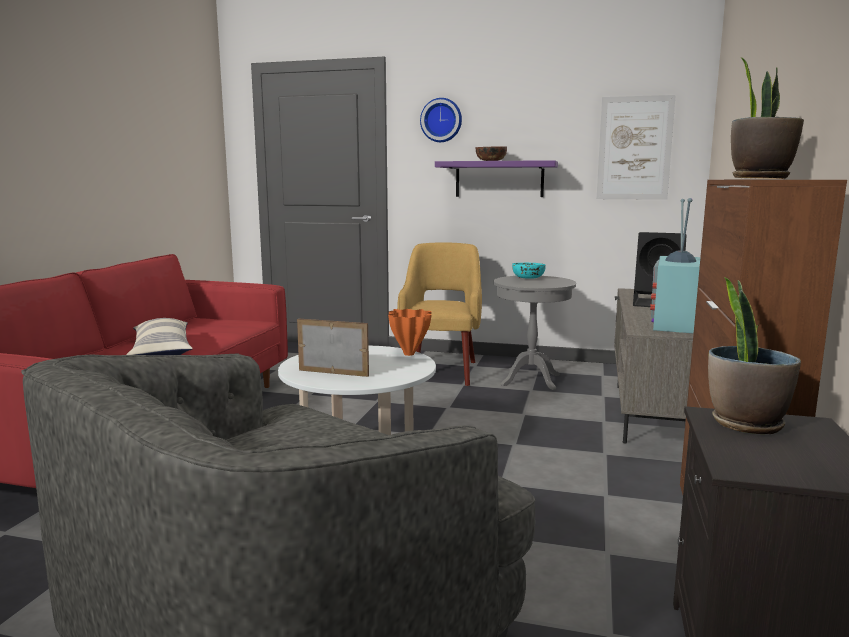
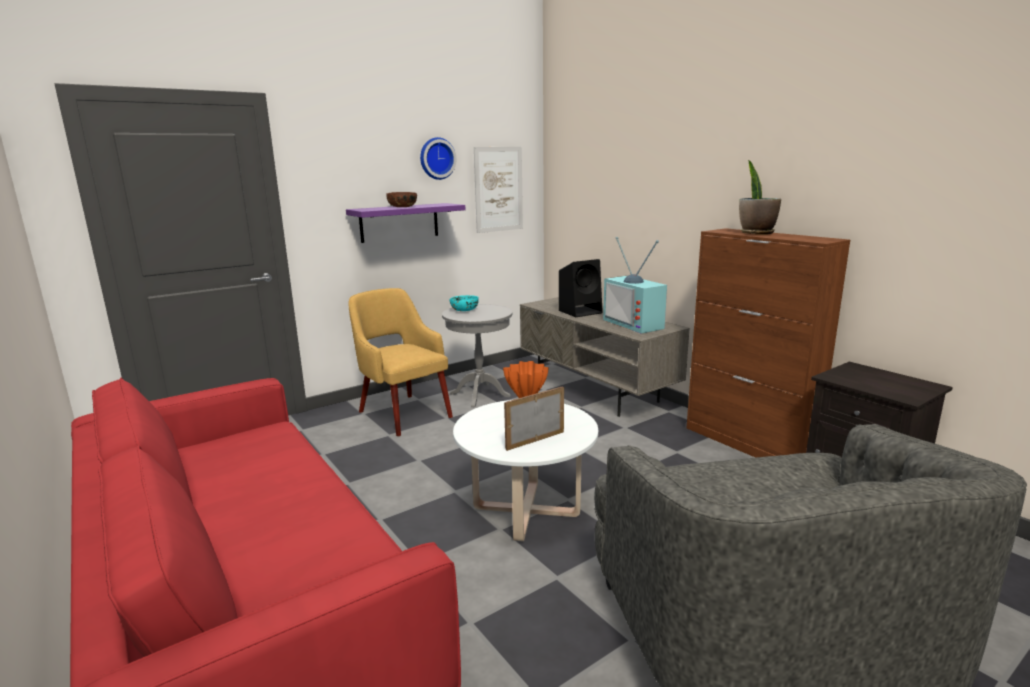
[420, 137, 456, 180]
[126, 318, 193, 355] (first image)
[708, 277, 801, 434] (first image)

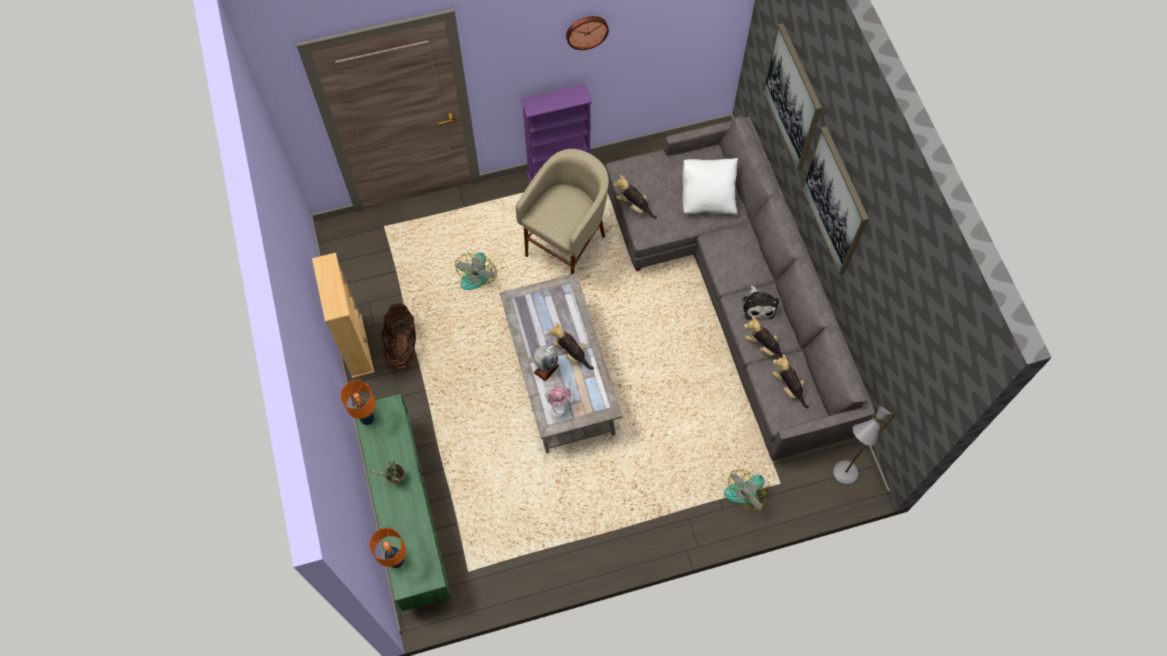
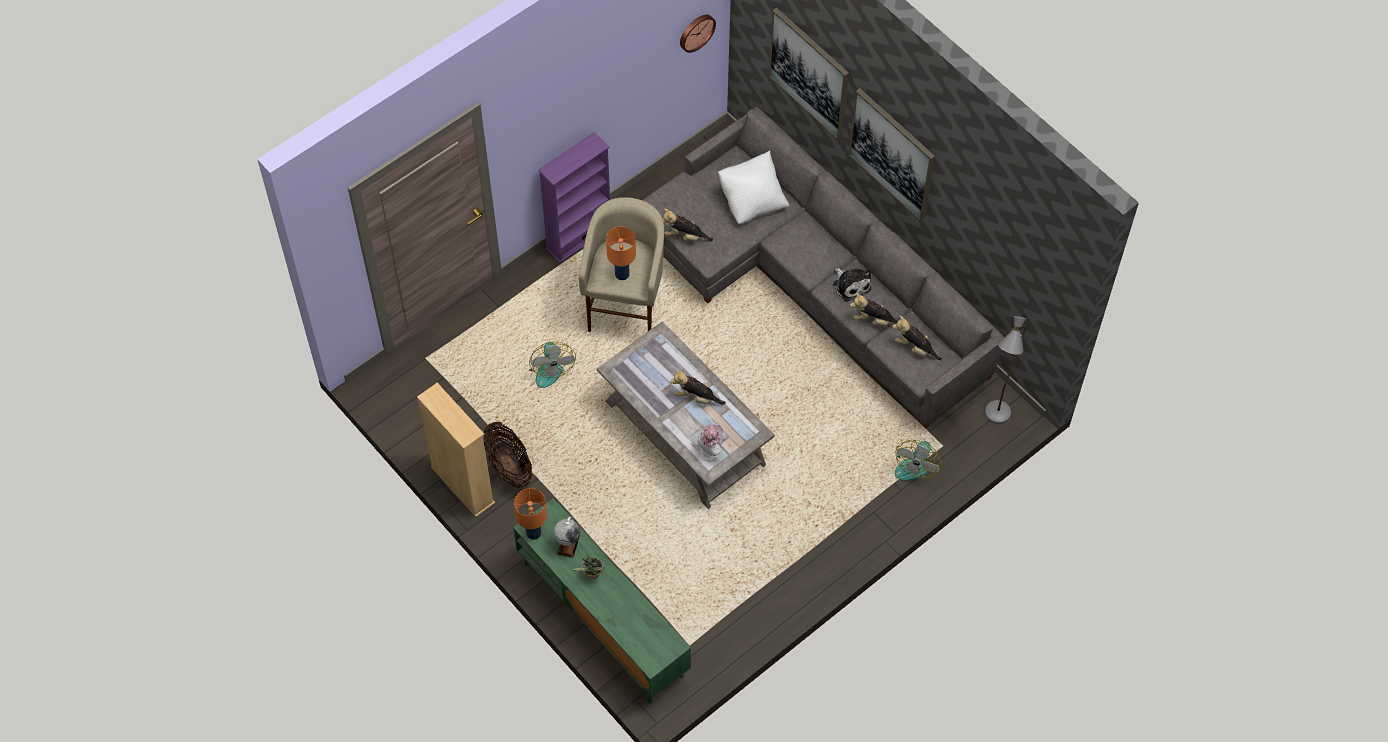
[554, 517, 580, 558]
[606, 227, 636, 280]
[680, 15, 716, 53]

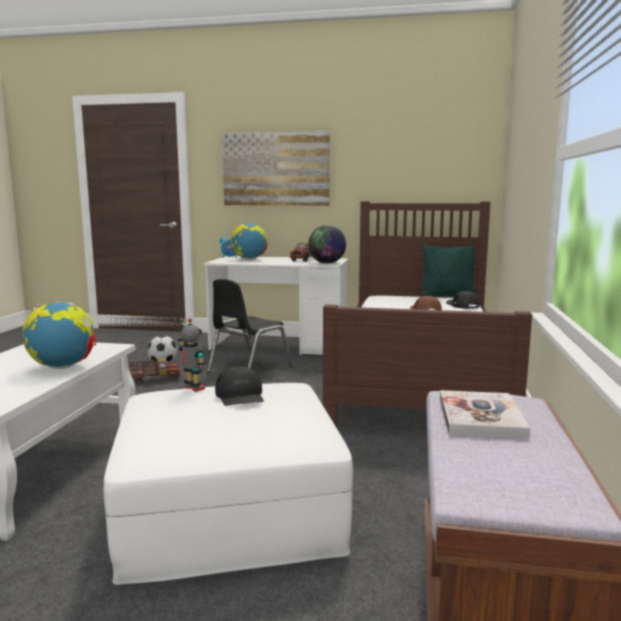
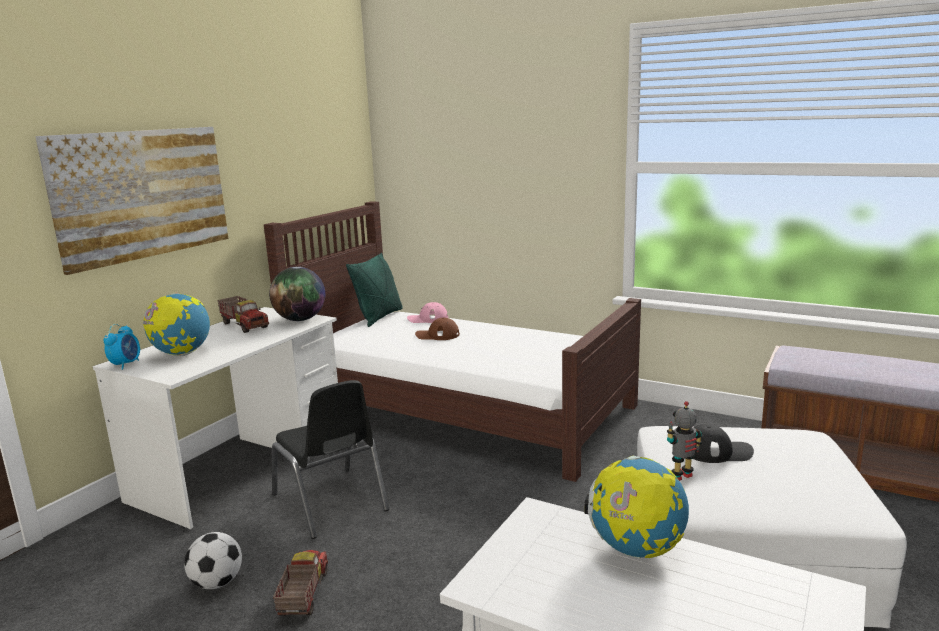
[407, 302, 448, 323]
[440, 390, 531, 438] (first image)

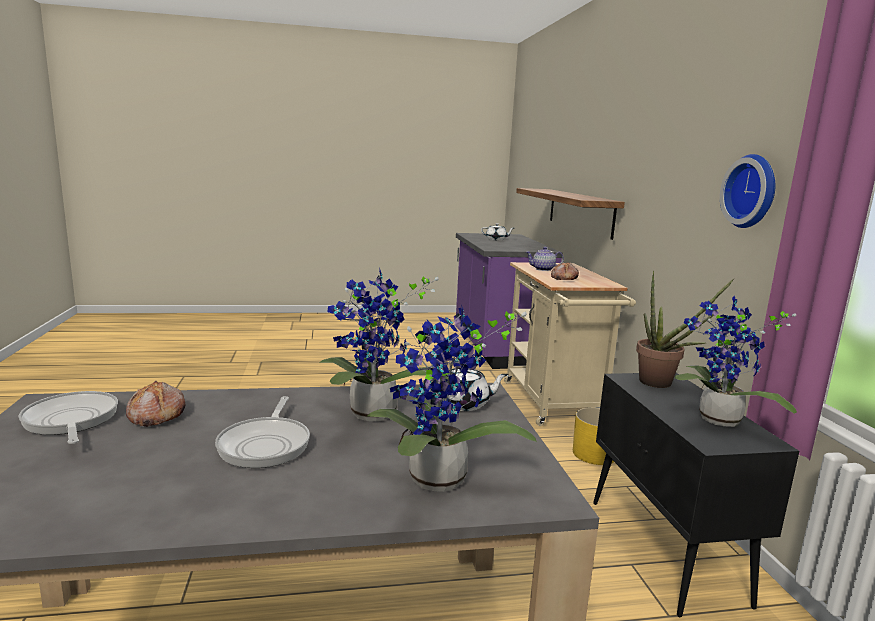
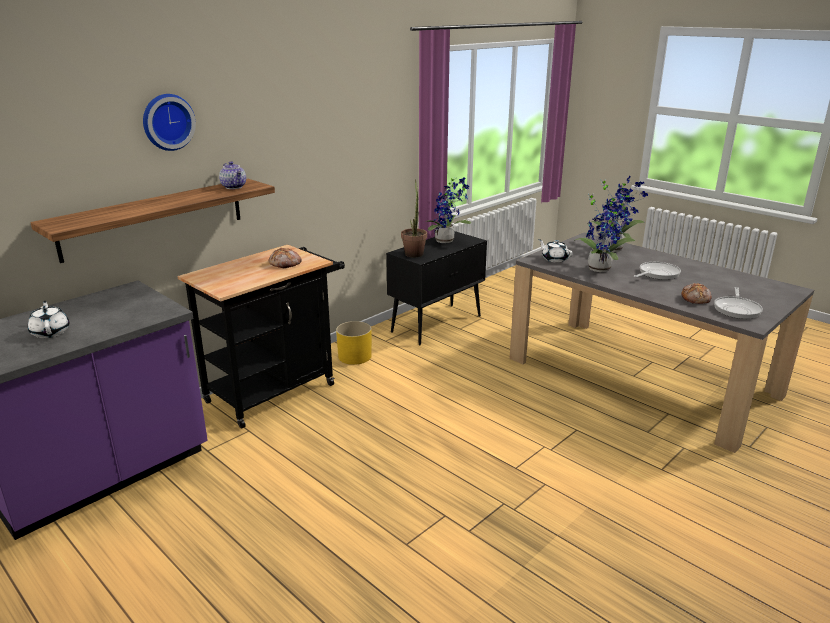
[143, 94, 196, 151]
[177, 245, 345, 428]
[219, 161, 246, 189]

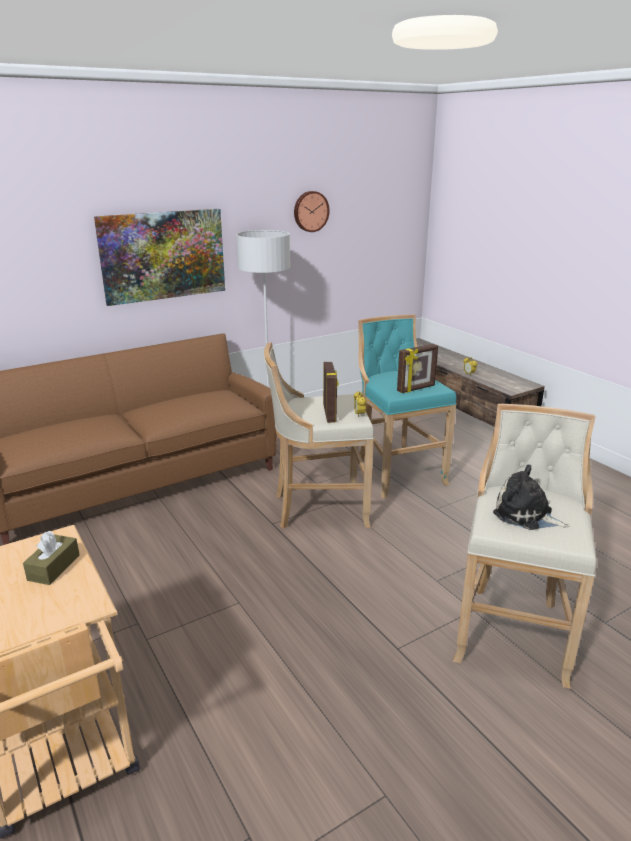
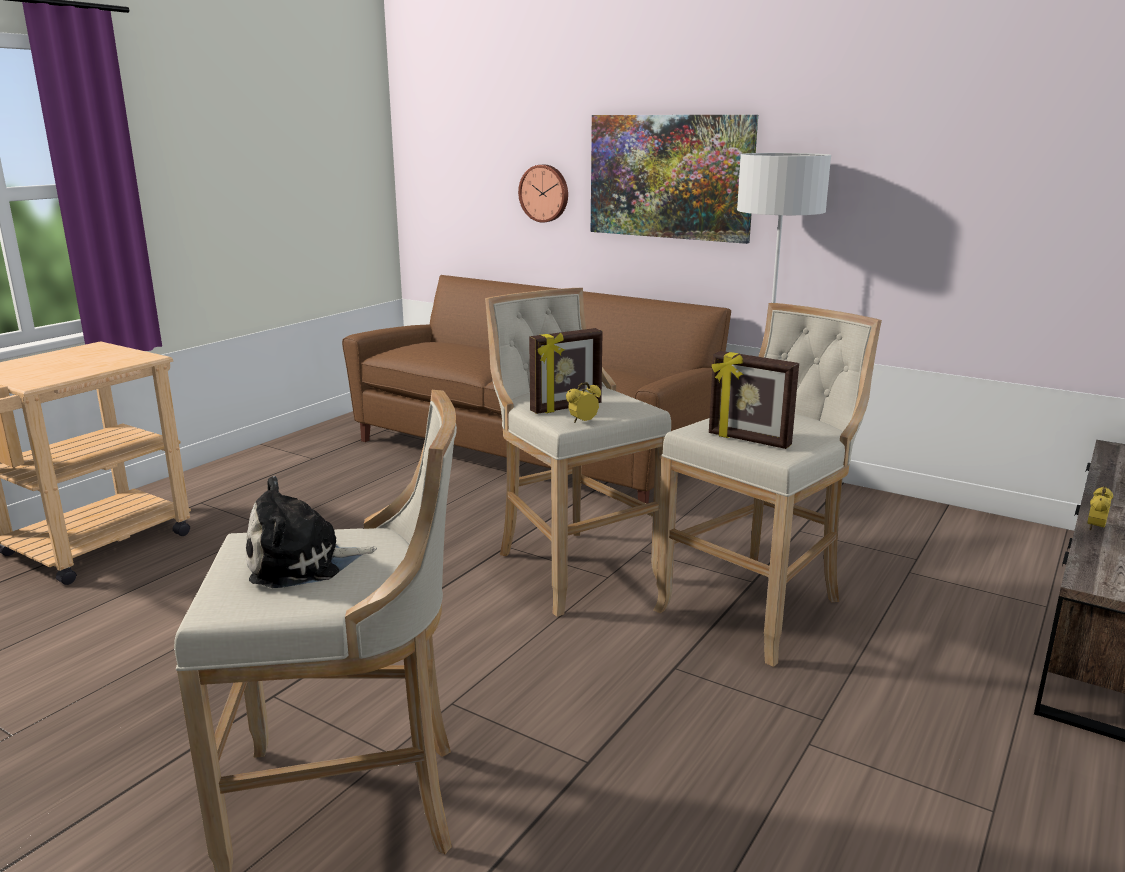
[246, 476, 377, 588]
[518, 164, 568, 223]
[654, 303, 882, 667]
[23, 531, 80, 585] (first image)

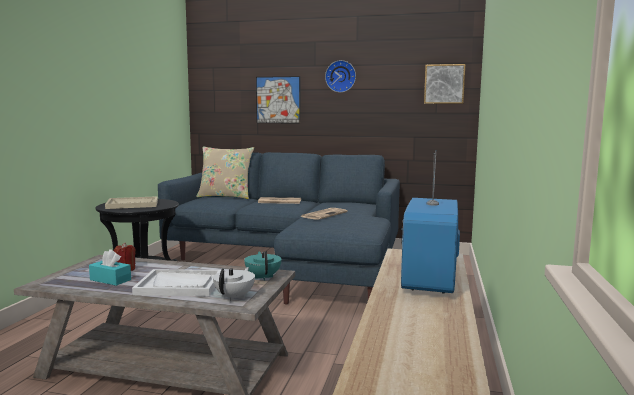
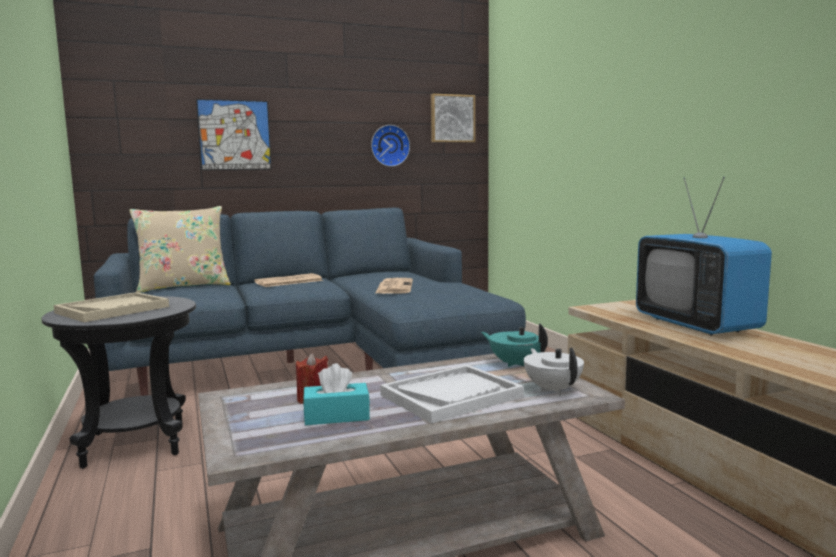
[371, 125, 410, 167]

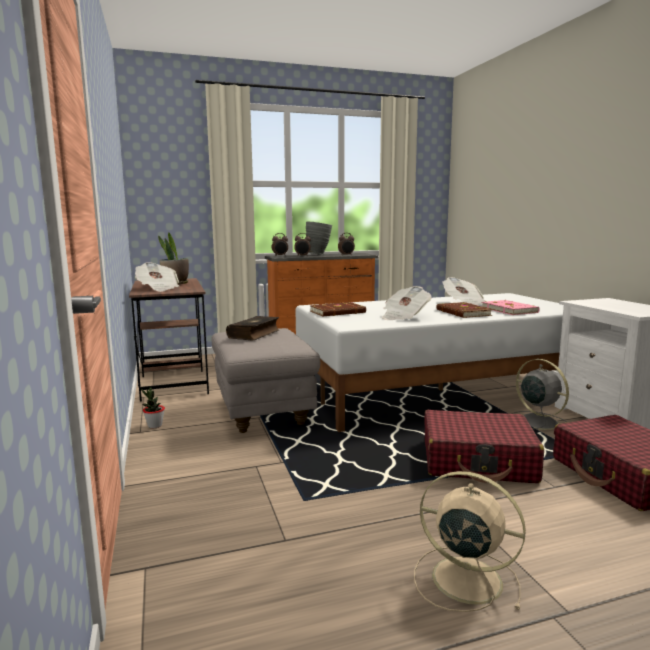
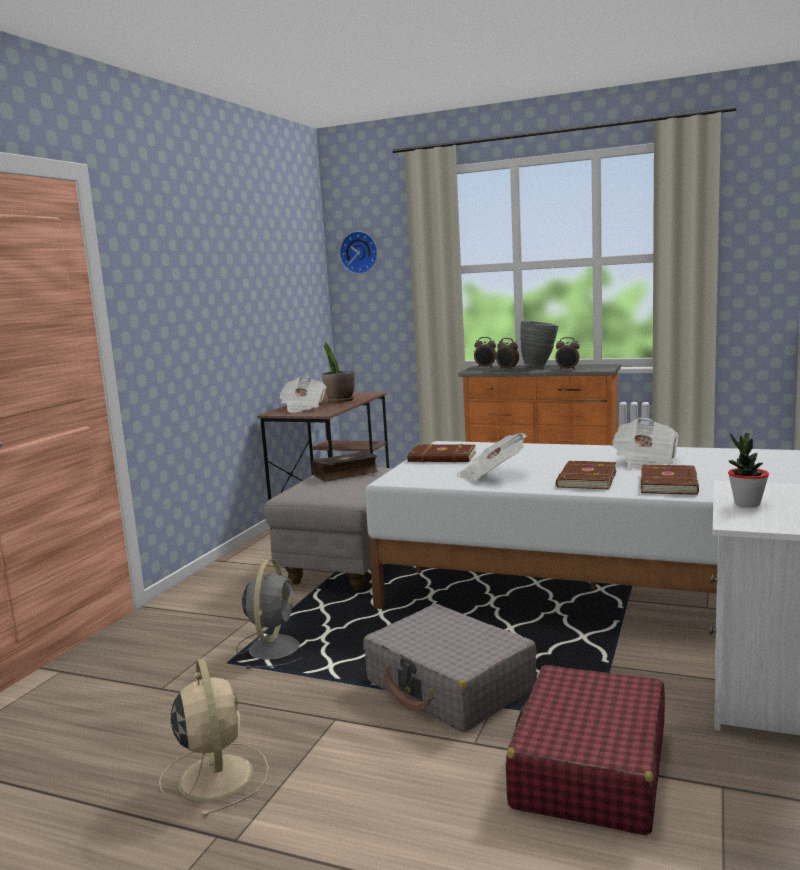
[236, 559, 302, 669]
[339, 231, 378, 274]
[363, 604, 537, 732]
[641, 465, 699, 495]
[728, 433, 769, 507]

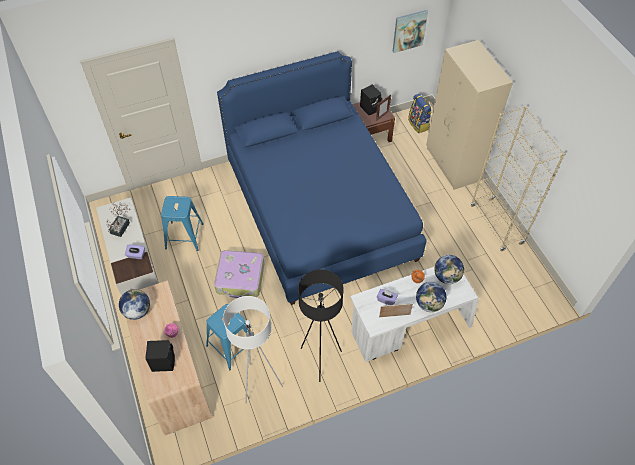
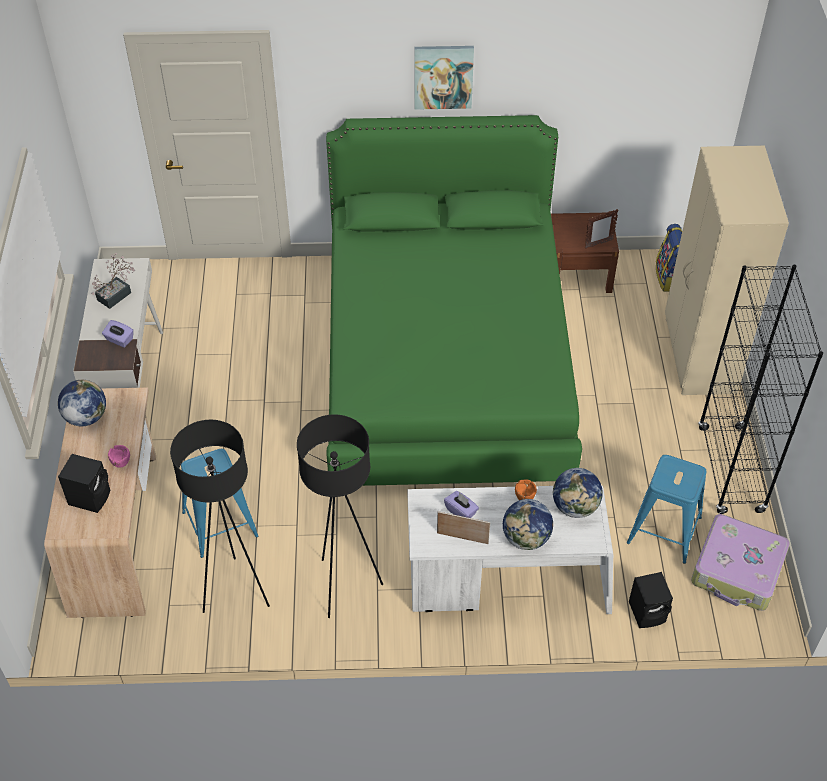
[170, 420, 270, 613]
[326, 115, 582, 486]
[414, 46, 474, 110]
[627, 455, 706, 564]
[629, 572, 673, 628]
[691, 514, 790, 611]
[698, 264, 823, 514]

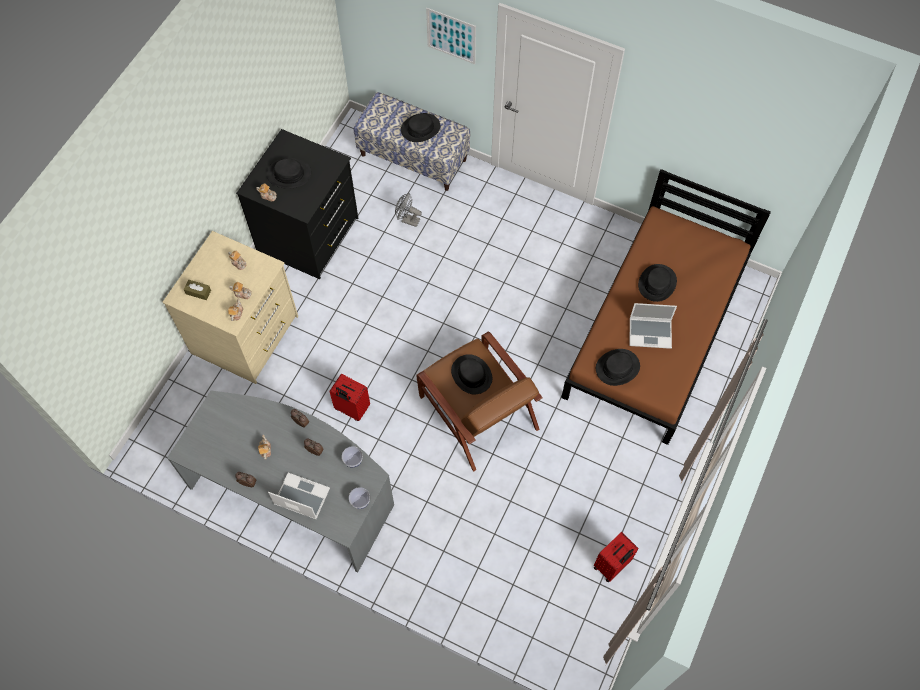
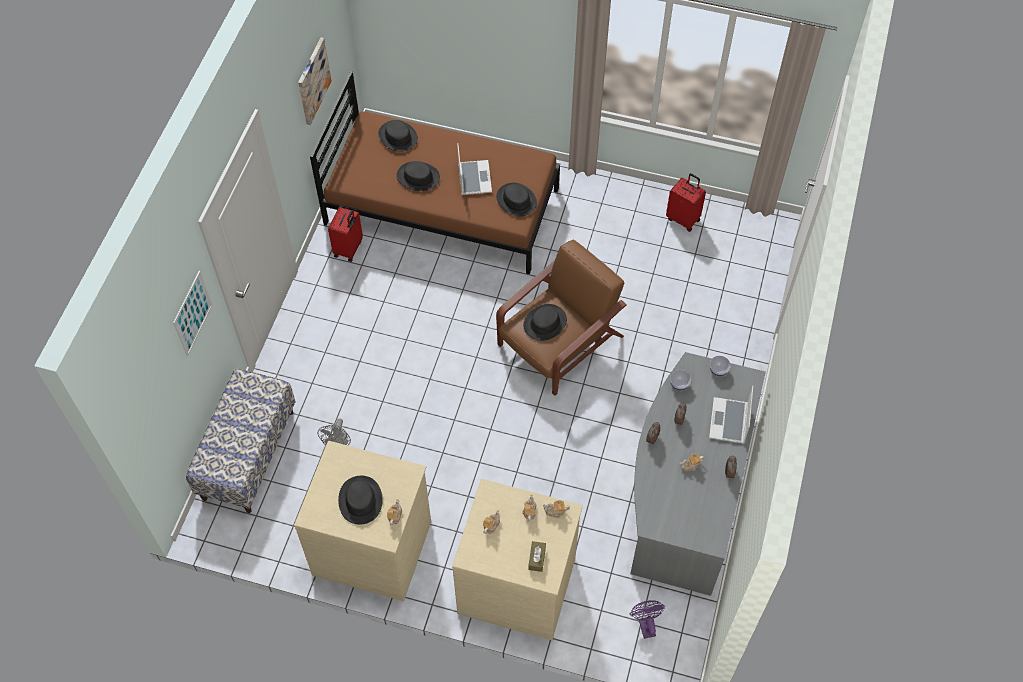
[294, 441, 431, 601]
[298, 37, 332, 125]
[328, 207, 363, 262]
[378, 120, 418, 152]
[629, 600, 665, 639]

